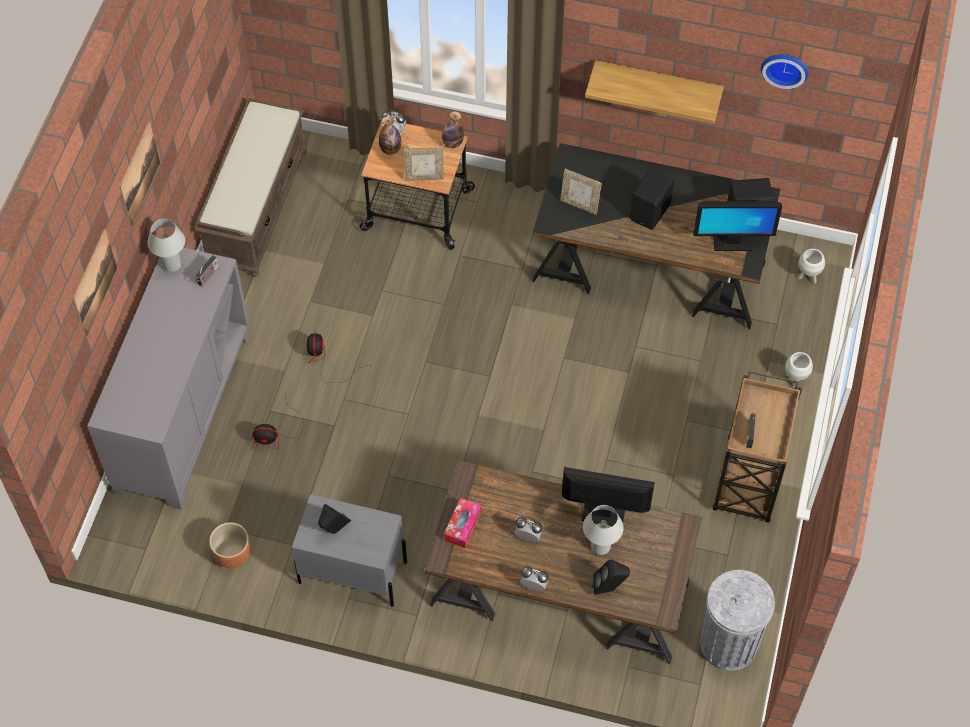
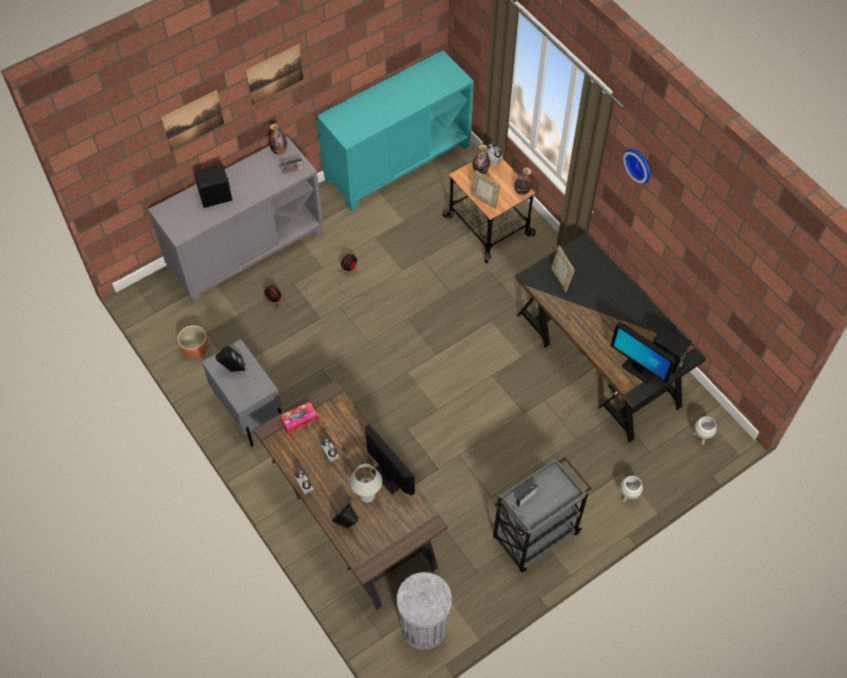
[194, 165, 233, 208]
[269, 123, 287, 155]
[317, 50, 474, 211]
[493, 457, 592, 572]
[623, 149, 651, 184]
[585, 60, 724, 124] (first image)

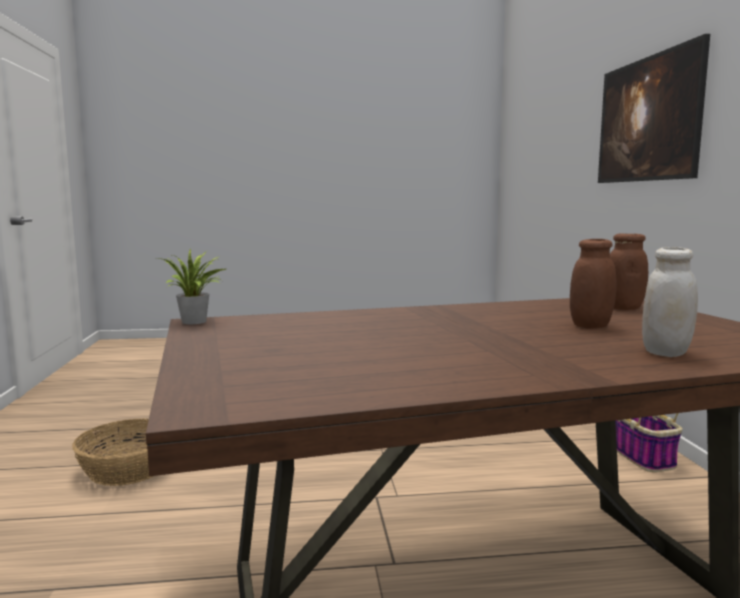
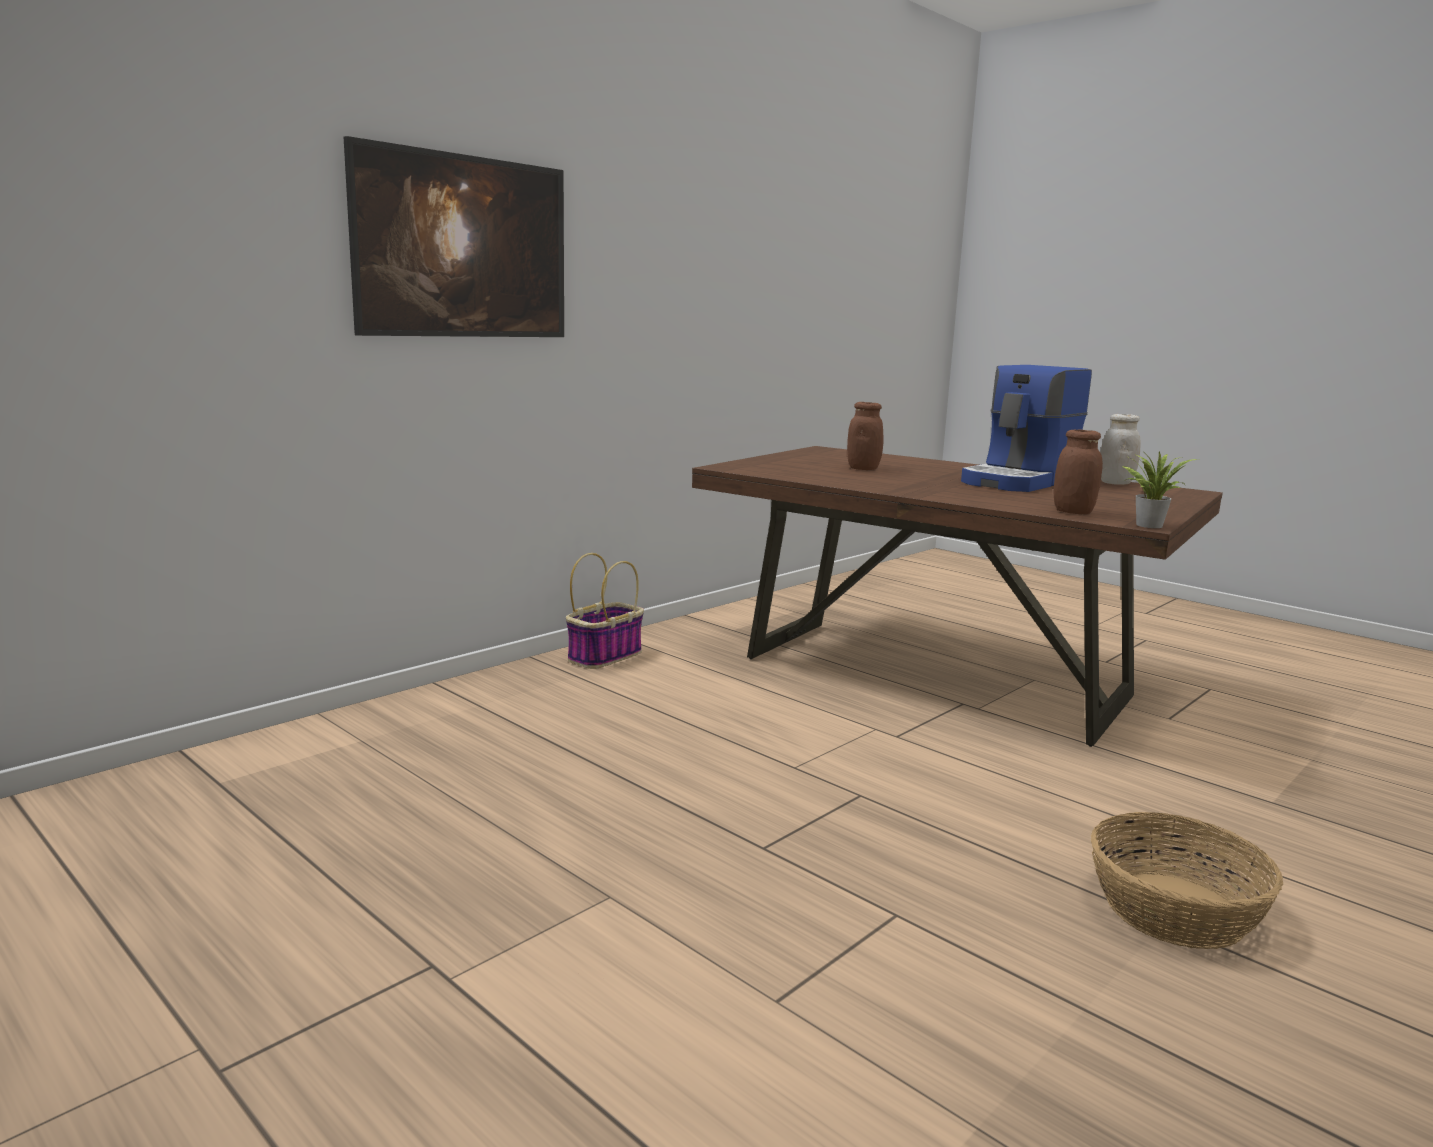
[961, 365, 1092, 492]
[1054, 430, 1103, 514]
[1101, 414, 1140, 485]

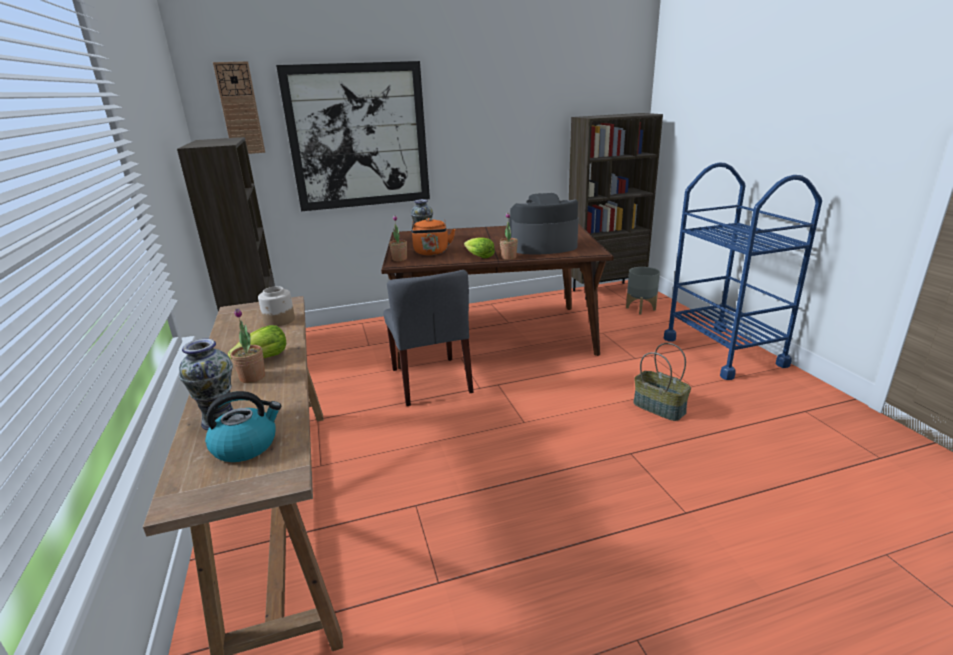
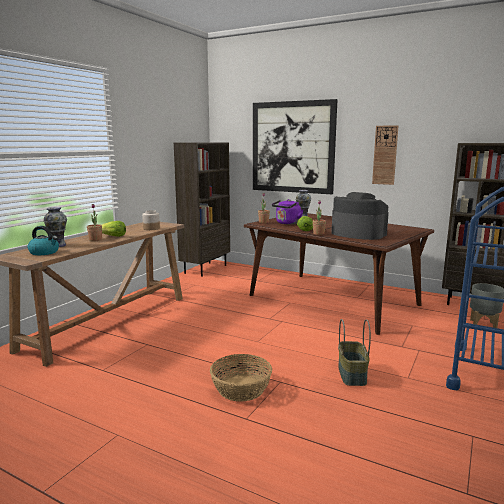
[210, 354, 272, 402]
[272, 199, 303, 224]
[372, 125, 399, 185]
[384, 270, 474, 406] (first image)

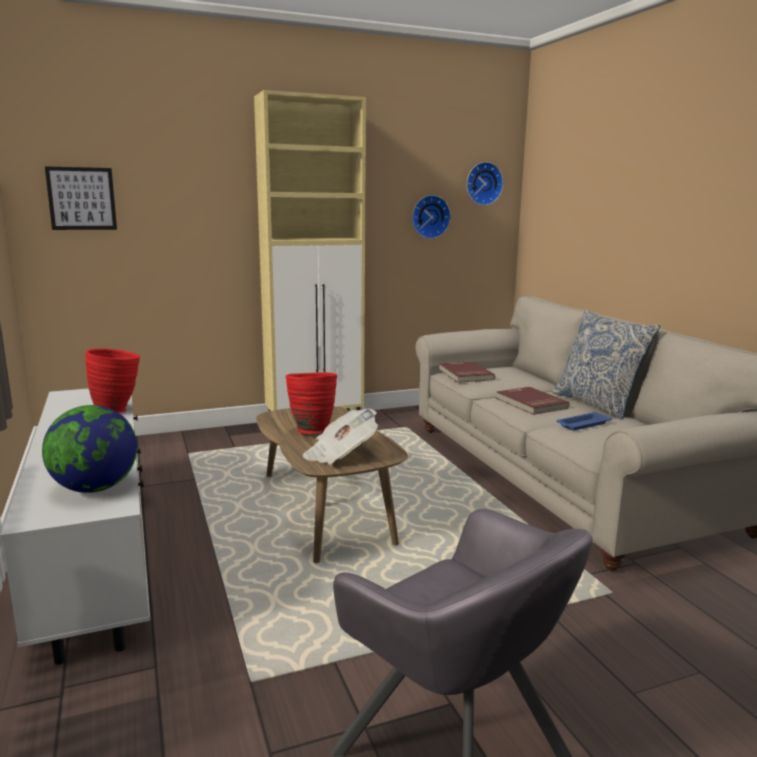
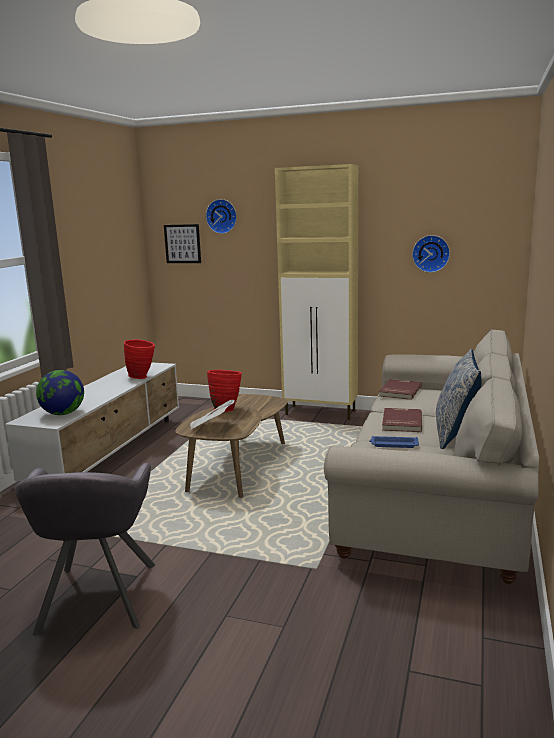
[206, 199, 237, 234]

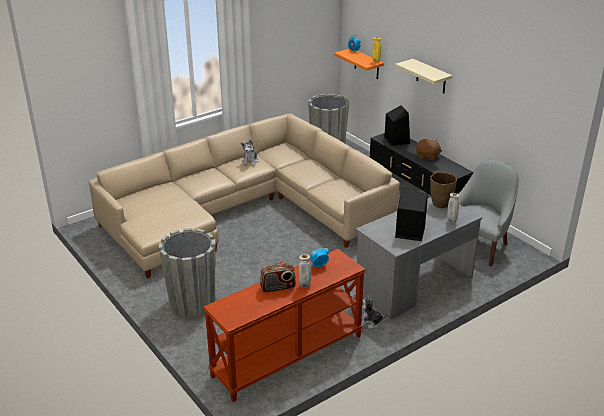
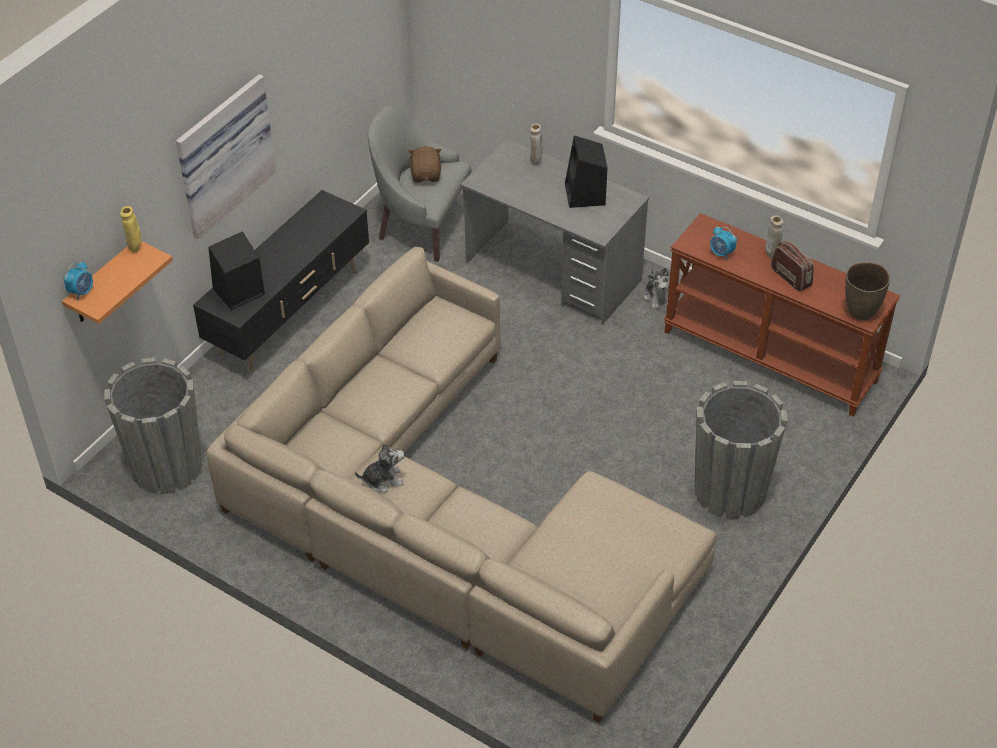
[176, 74, 276, 239]
[408, 146, 442, 183]
[845, 262, 890, 320]

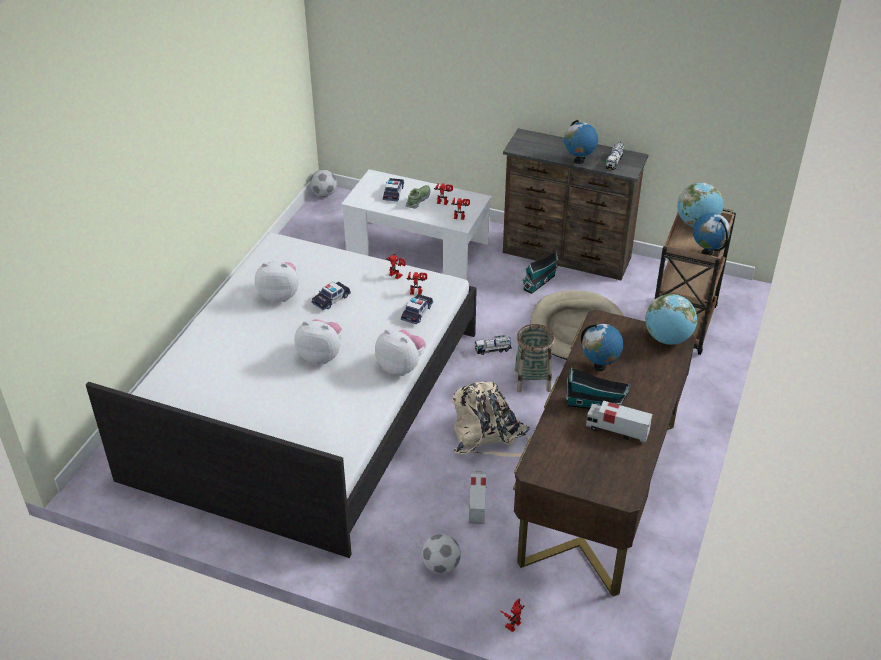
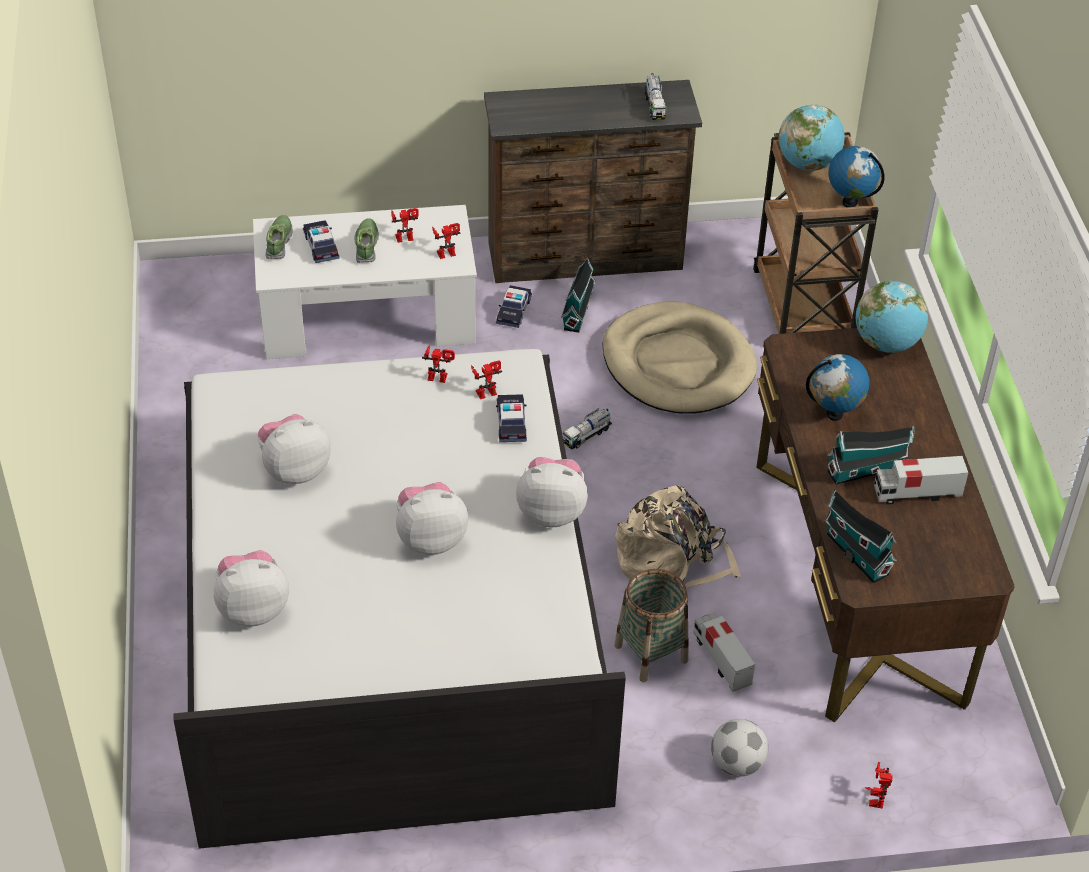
[214, 550, 289, 626]
[266, 215, 293, 259]
[496, 285, 532, 328]
[614, 569, 689, 682]
[825, 490, 897, 583]
[310, 169, 337, 197] (first image)
[564, 120, 598, 164] (first image)

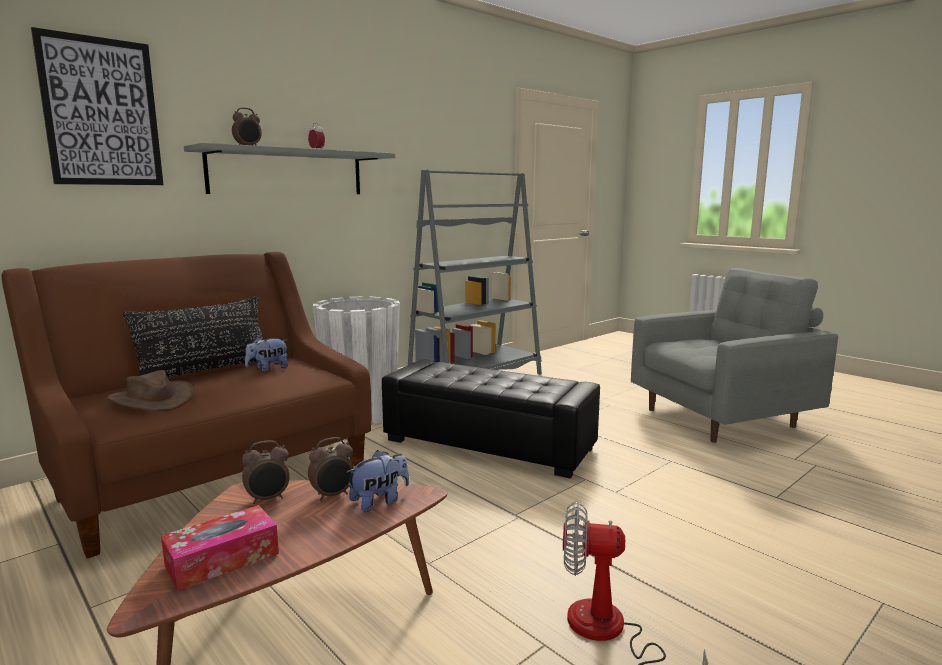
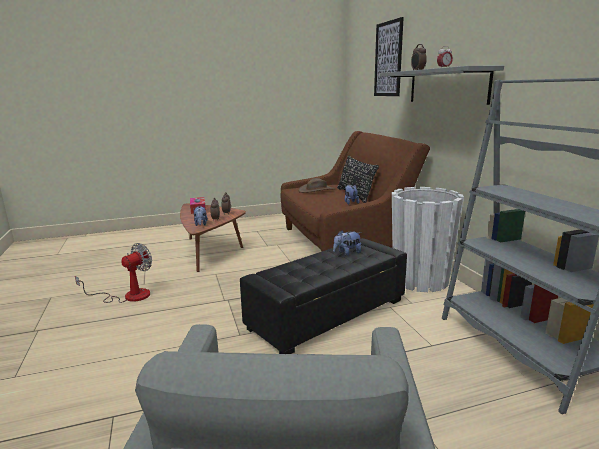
[333, 230, 361, 256]

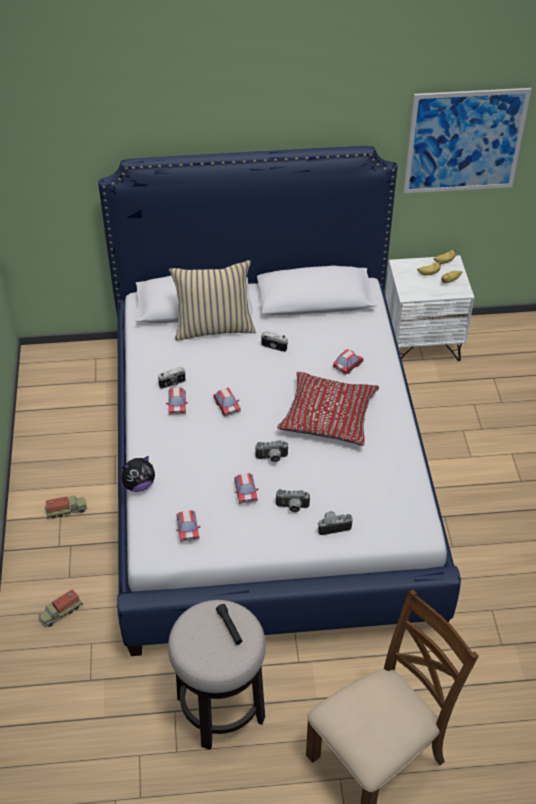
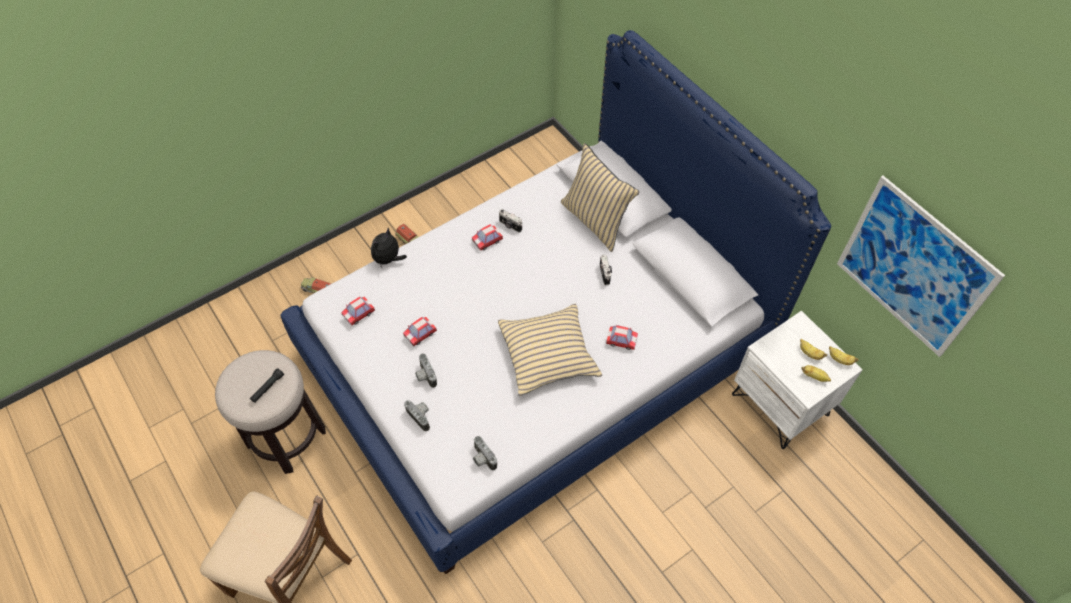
[371, 228, 407, 268]
[473, 436, 497, 470]
[498, 304, 602, 396]
[213, 387, 241, 417] (first image)

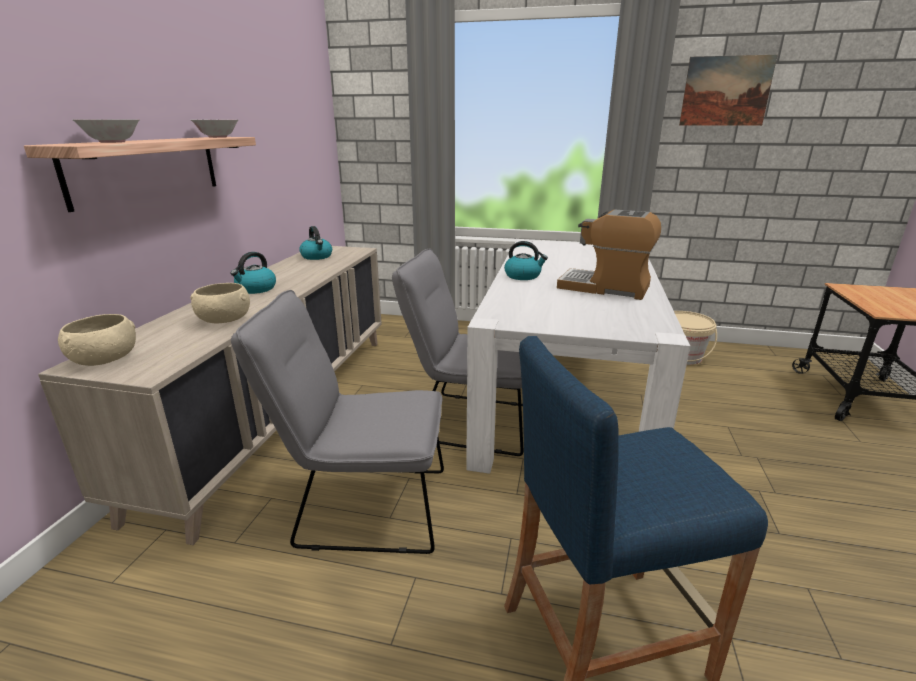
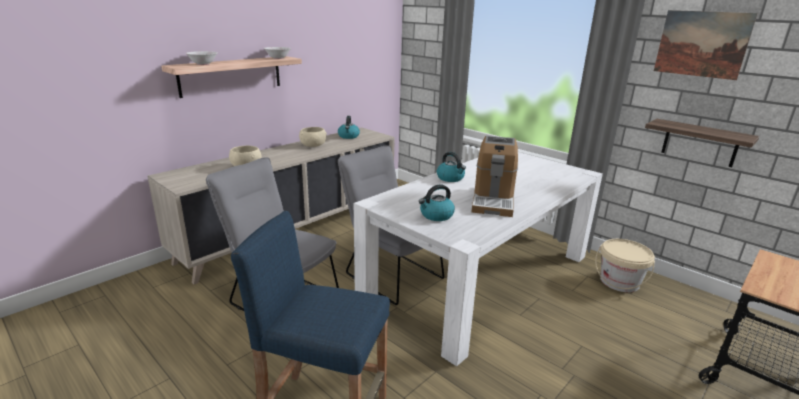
[299, 127, 327, 147]
[419, 184, 455, 221]
[471, 136, 518, 217]
[645, 119, 759, 167]

